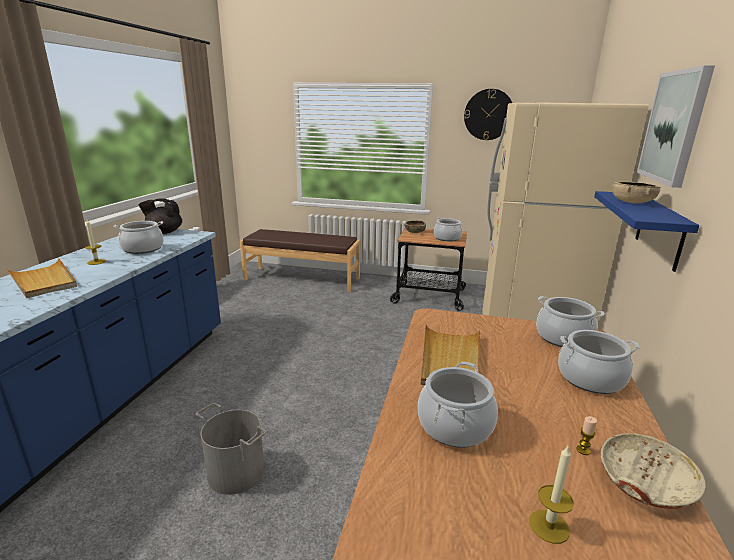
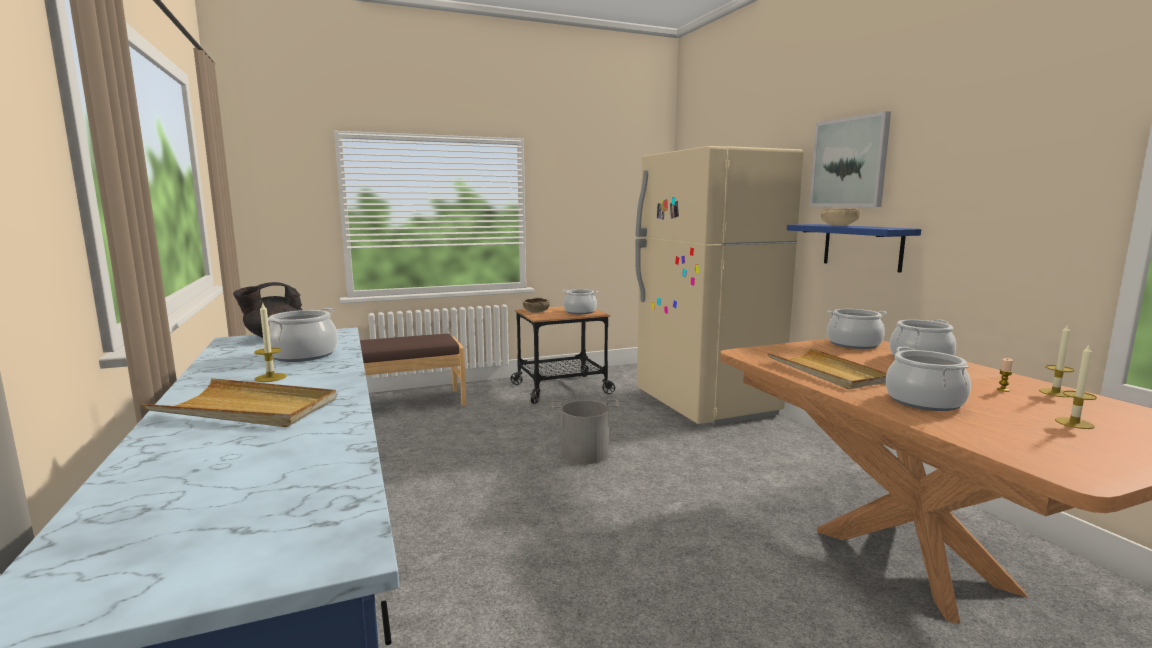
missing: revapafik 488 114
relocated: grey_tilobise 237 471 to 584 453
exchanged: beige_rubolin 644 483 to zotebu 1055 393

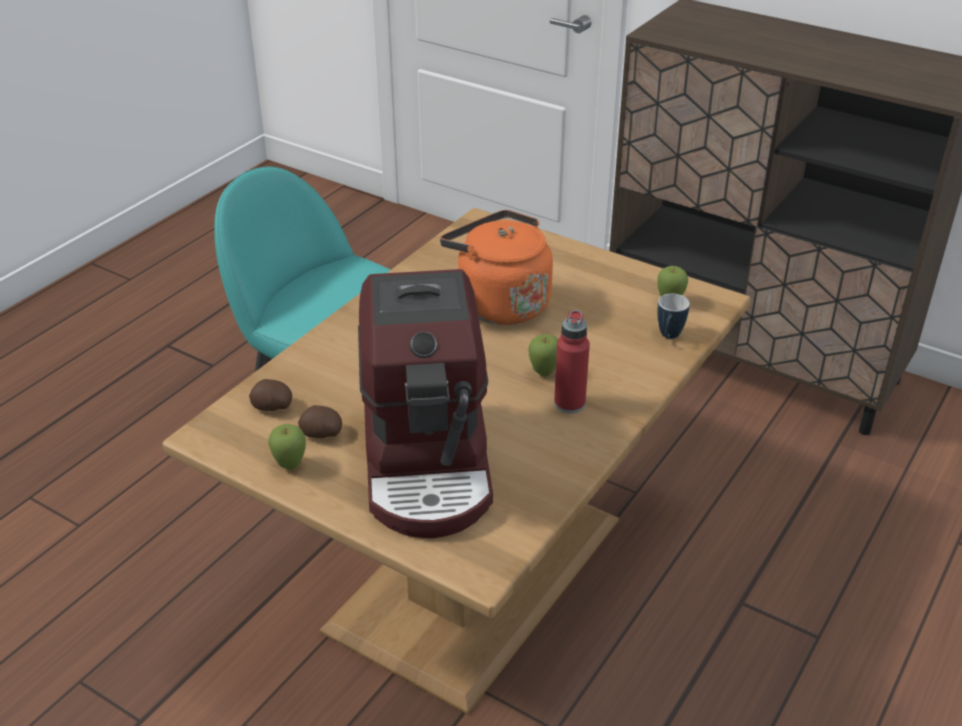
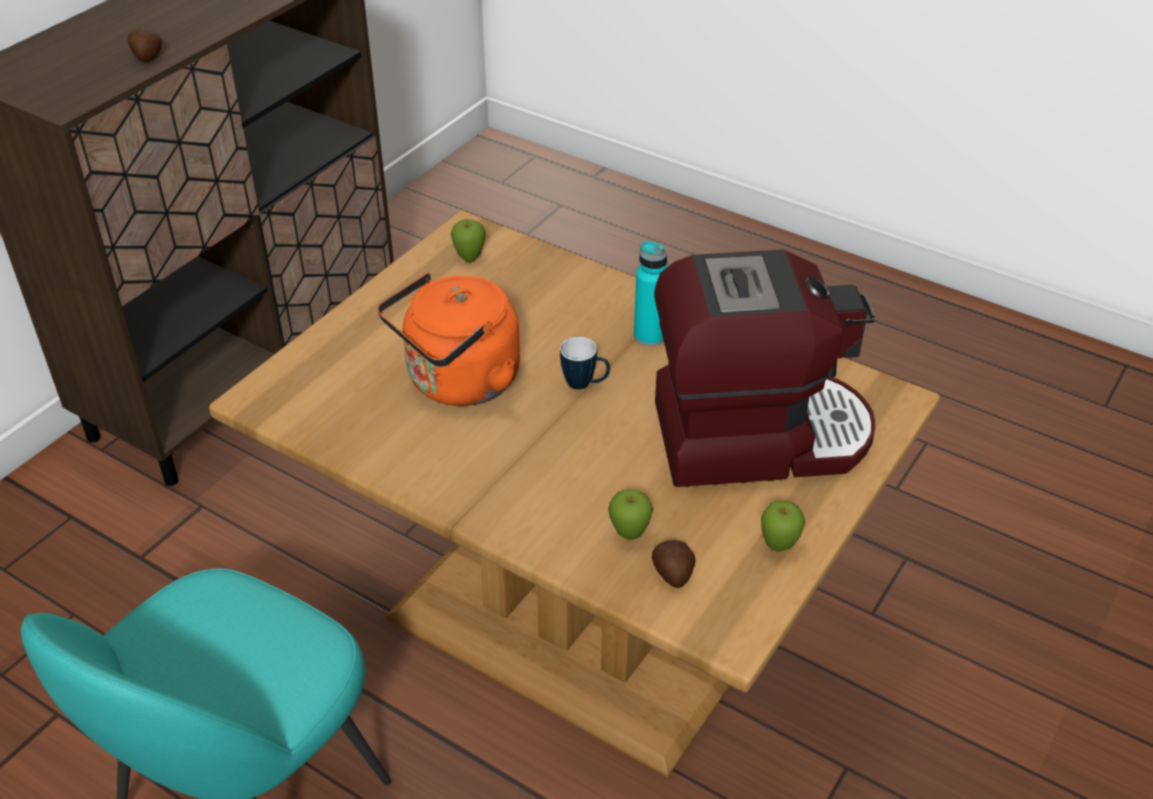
relocated: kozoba 321 434 to 147 58; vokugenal 668 337 to 585 385; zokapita 544 373 to 629 535
colour: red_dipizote 569 403 to turquoise_dipizote 650 336

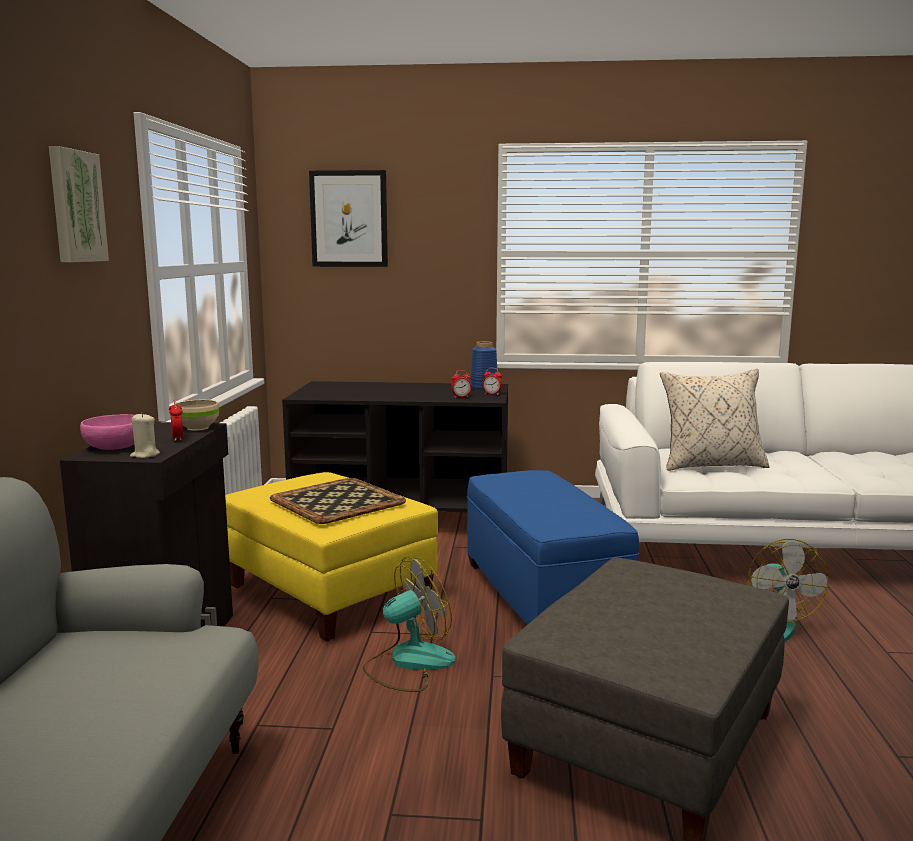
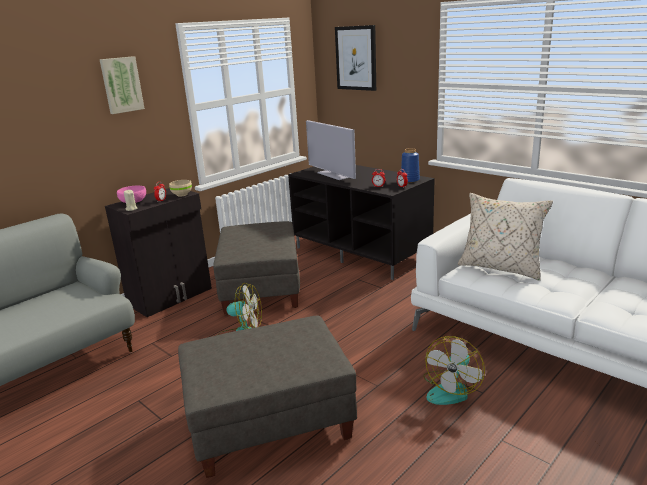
missing: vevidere 339 501; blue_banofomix 541 596
appeared: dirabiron 333 175
colour: yellow_banofomix 328 593 to grey_banofomix 261 289

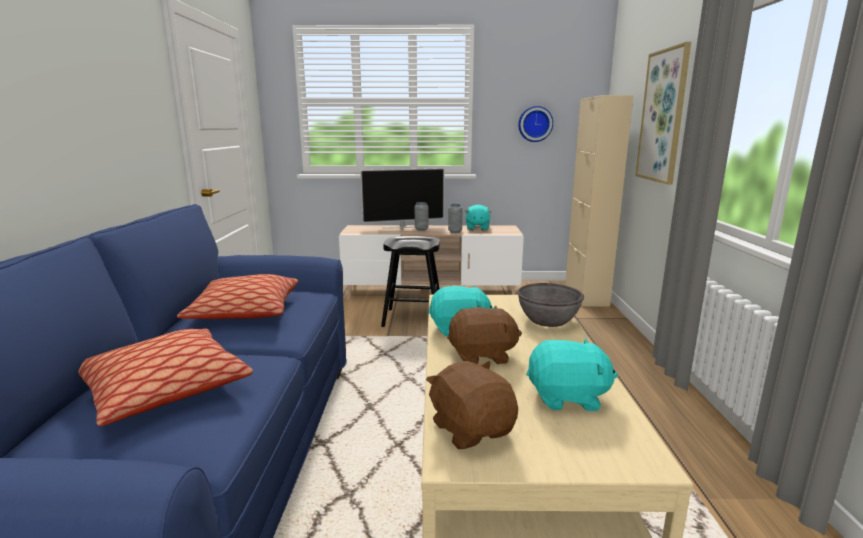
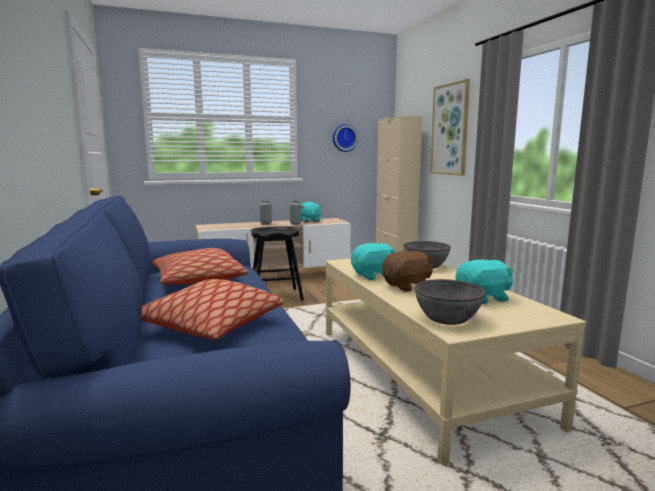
missing: dirabiron 403 227
exchanged: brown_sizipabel 472 429 to grey_rubolin 447 318

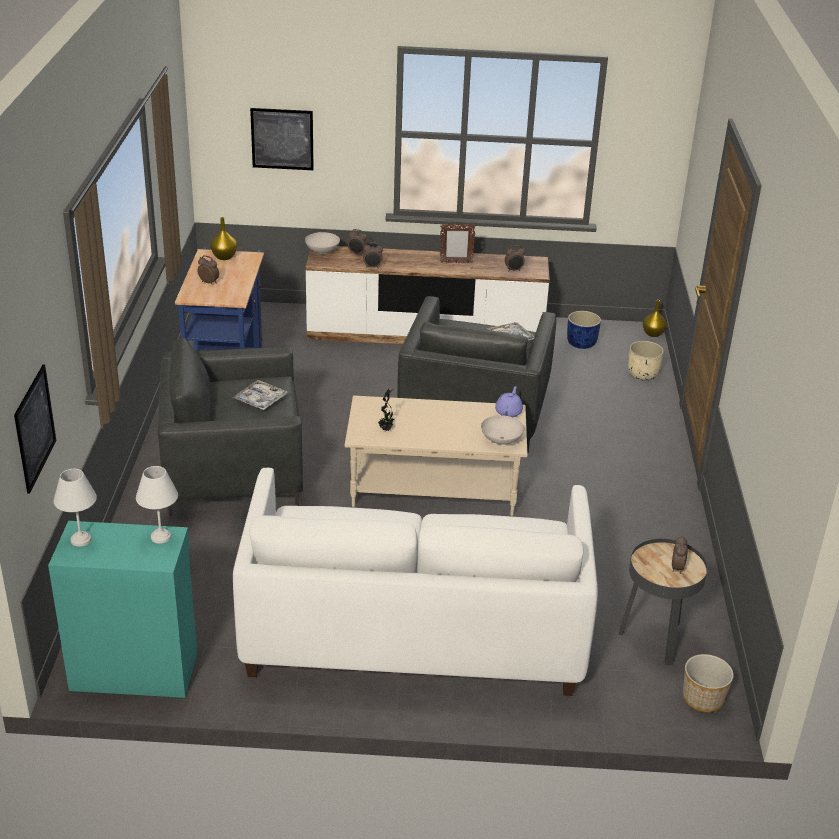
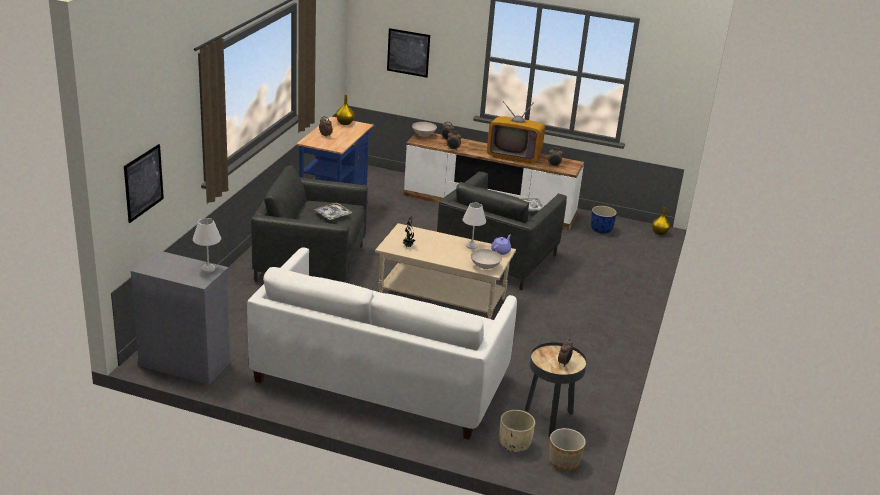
relocated: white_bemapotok 81 540 to 472 246; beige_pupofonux 642 374 to 514 444
exchanged: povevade 456 262 to dirabiron 514 155
colour: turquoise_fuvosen 133 670 to grey_fuvosen 185 363

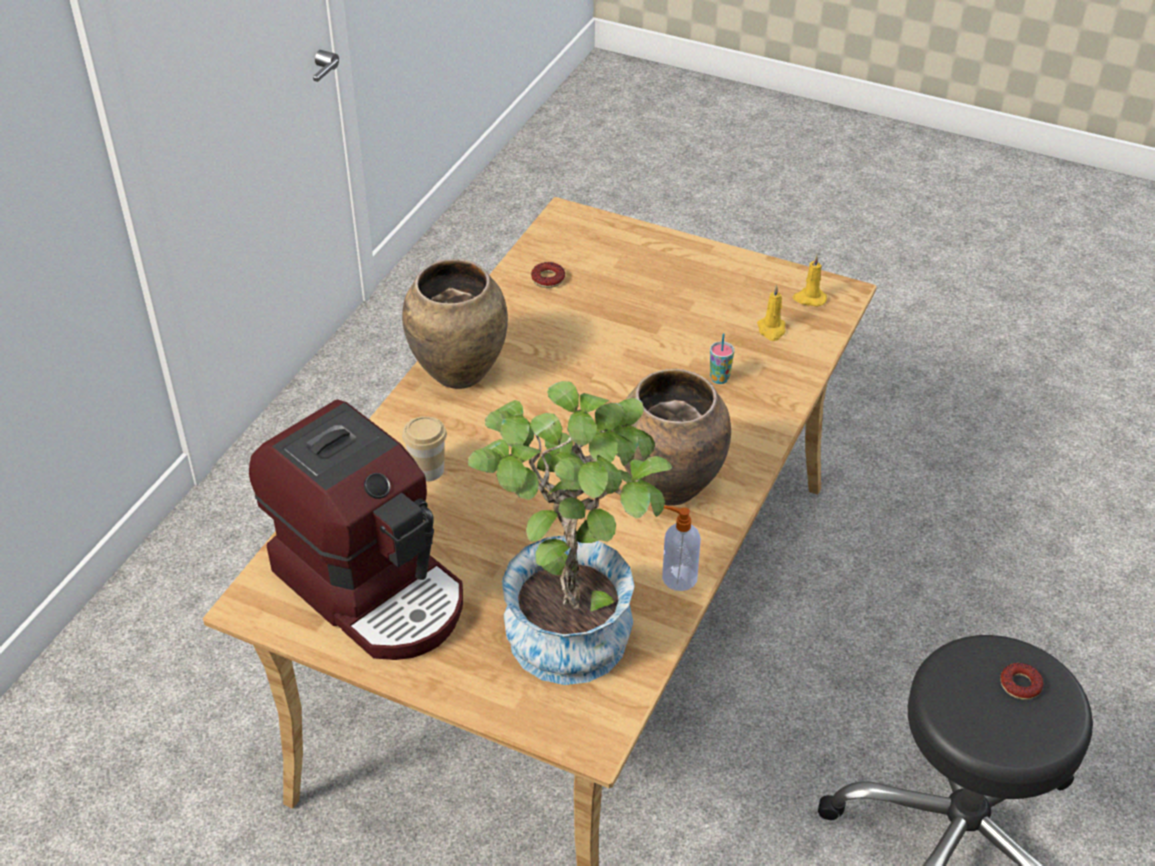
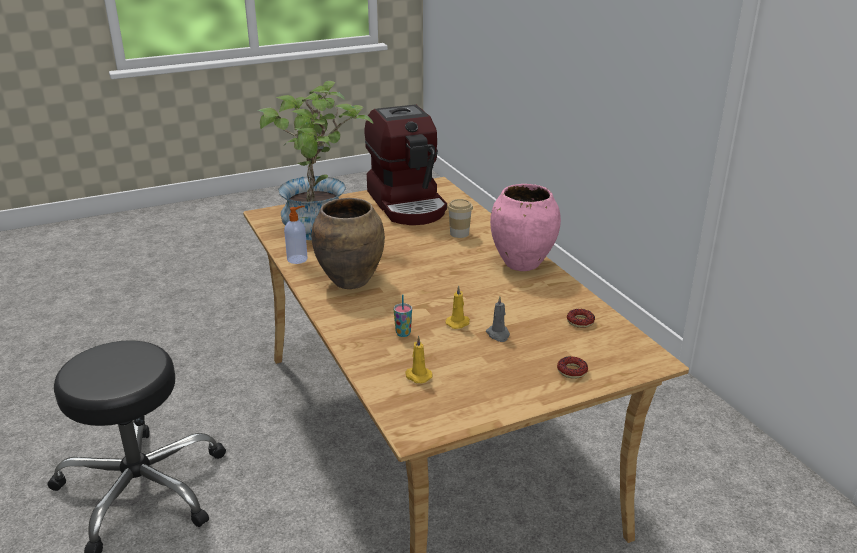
appeared: grey_zotebu 498 335
relocated: yellow_zotebu 809 298 to 458 323; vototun 1020 685 to 572 371
colour: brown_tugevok 459 373 to pink_tugevok 521 263
spun: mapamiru 373 586 = 408 203 105 degrees counterclockwise

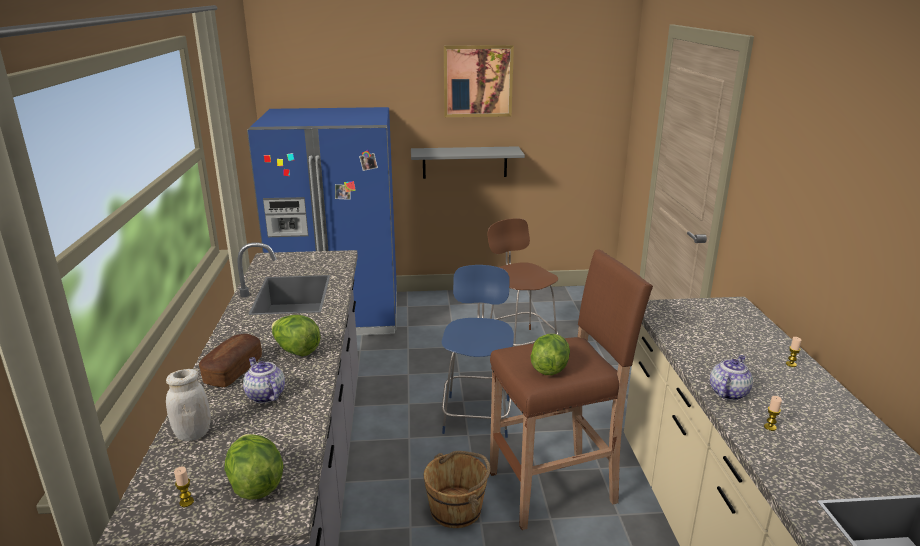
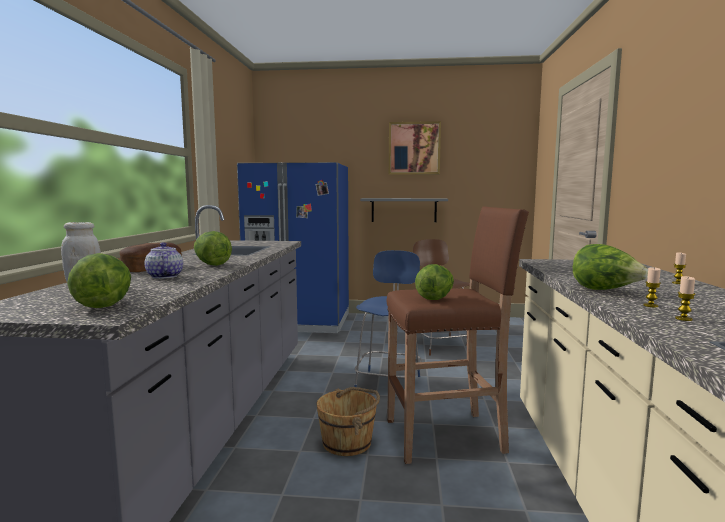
relocated: zotebu 186 502 to 683 319
exchanged: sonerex 728 392 to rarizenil 605 290

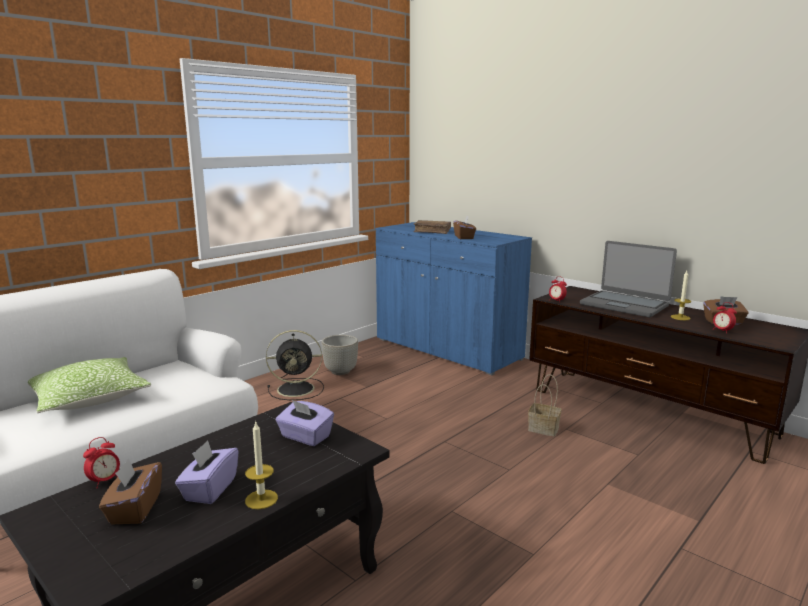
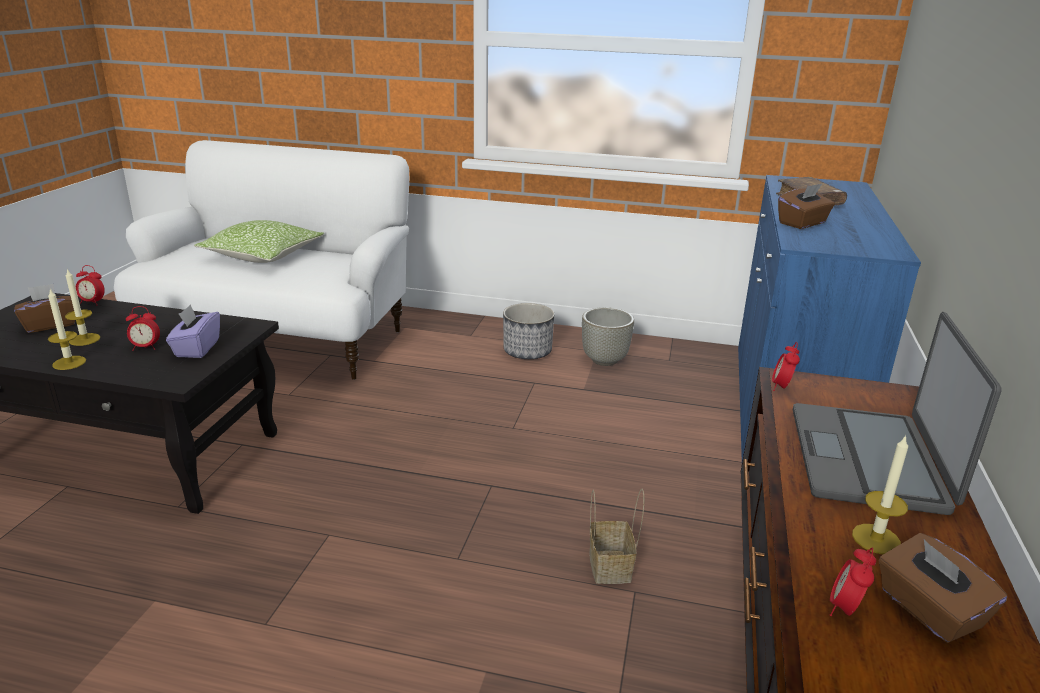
appeared: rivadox 145 347
exchanged: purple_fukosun 209 489 to zotebu 84 339; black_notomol 297 389 to pupofonux 527 352

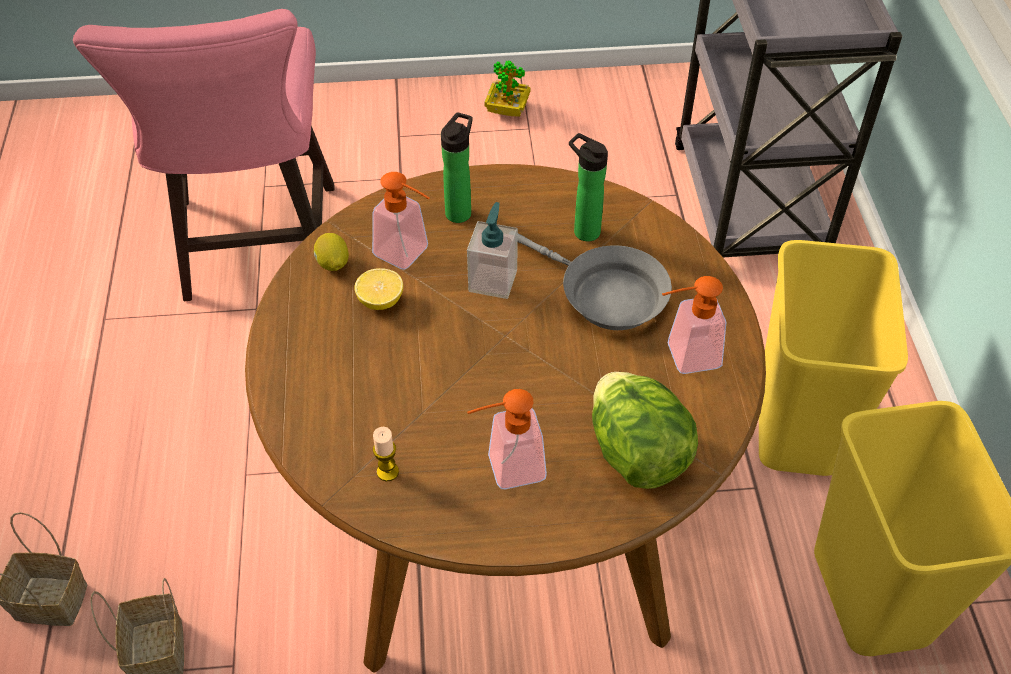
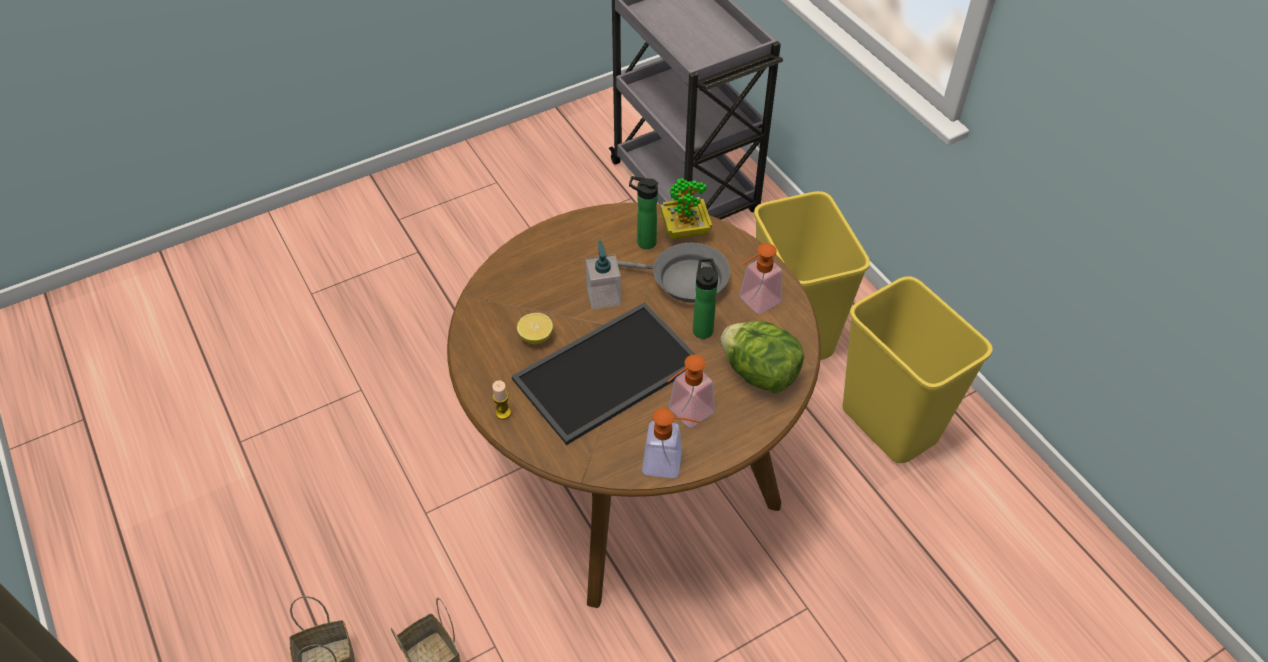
missing: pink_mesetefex 258 252; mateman 333 264
appeared: vevidere 607 374
relocated: zotebu 387 472 to 503 413; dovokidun 408 255 to 670 464; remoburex 507 110 to 685 230; dipizote 460 211 to 702 328

